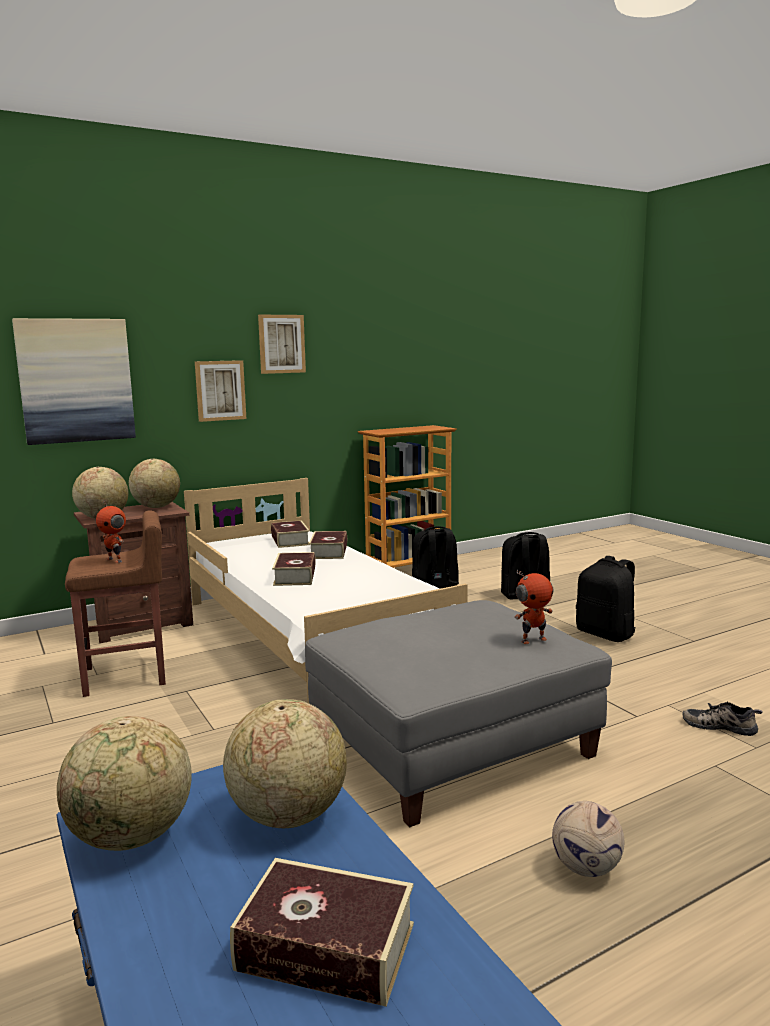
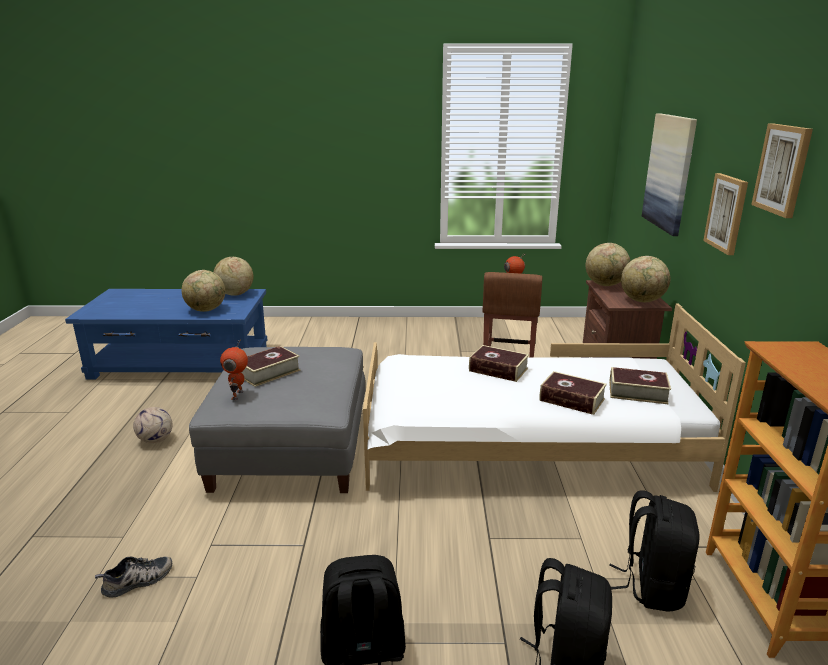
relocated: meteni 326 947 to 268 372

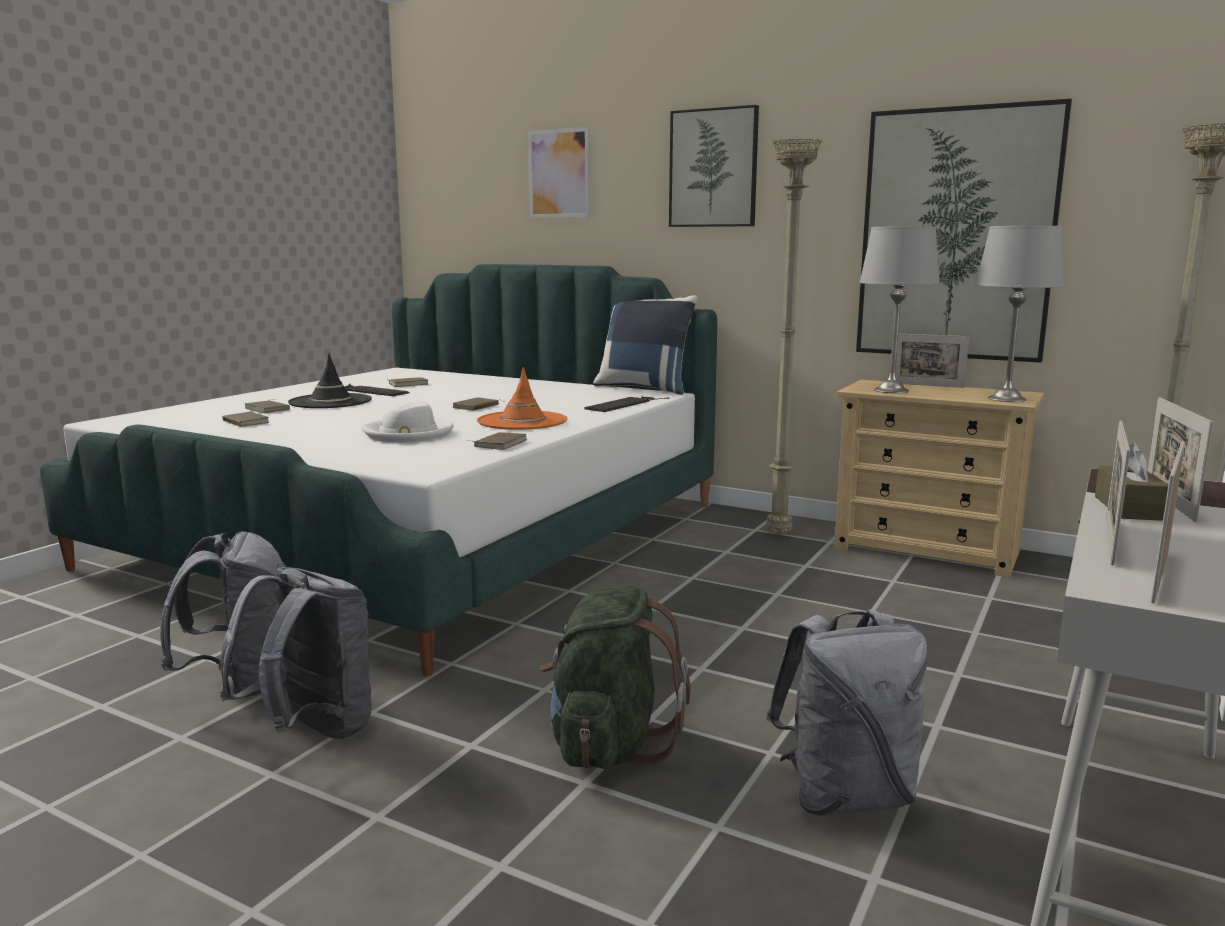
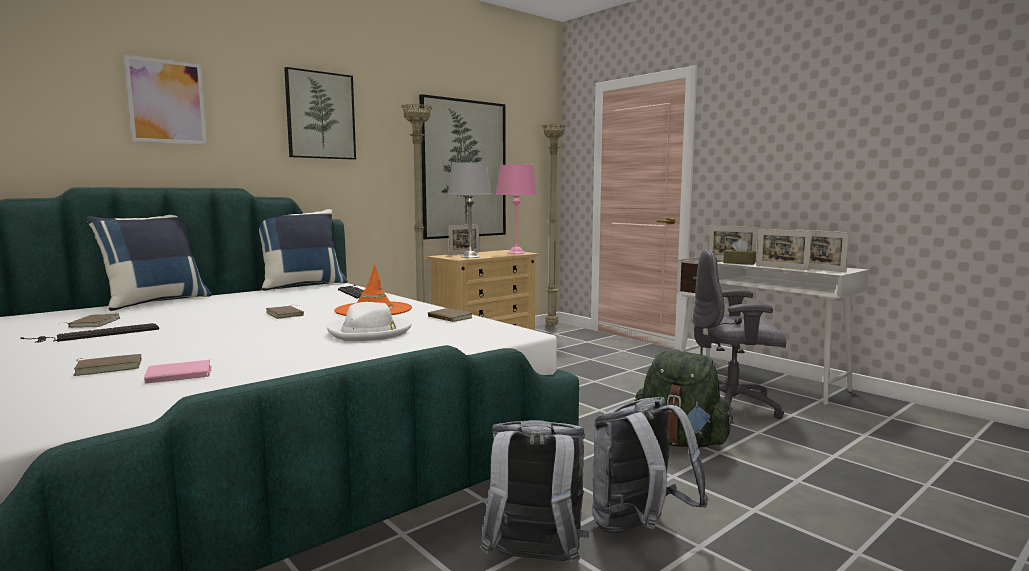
missing: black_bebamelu 330 402
appeared: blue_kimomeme 155 302
exchanged: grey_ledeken 845 796 to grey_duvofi 732 407
colour: brown_meteni 244 422 to pink_meteni 179 376; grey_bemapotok 1007 399 to pink_bemapotok 516 252

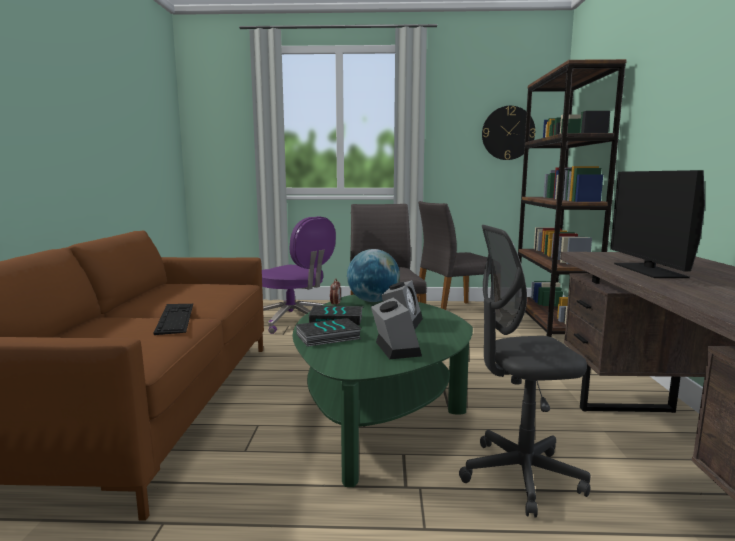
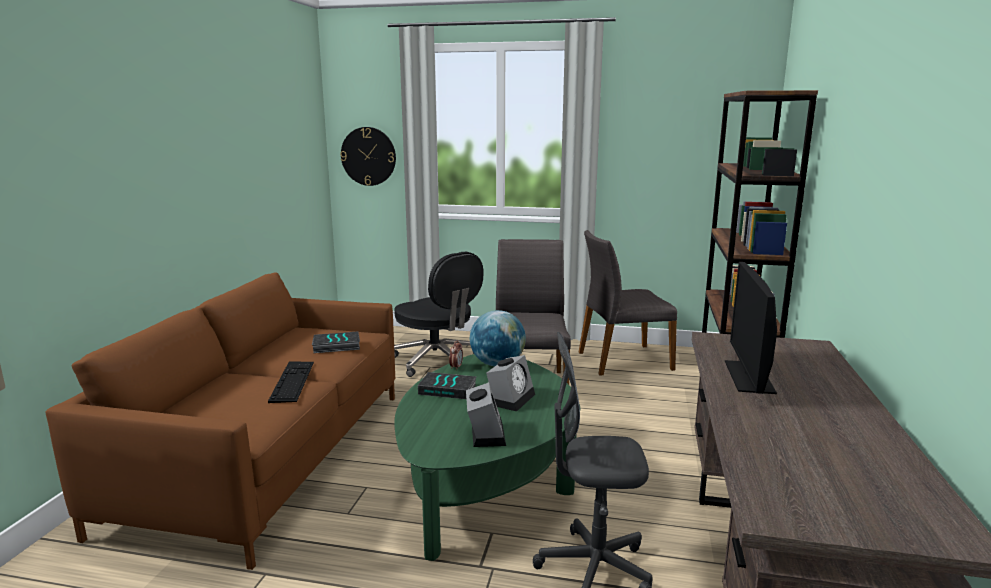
relocated: meteni 328 337 to 336 346; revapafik 508 133 to 368 156
colour: purple_duvofi 293 321 to black_duvofi 437 361

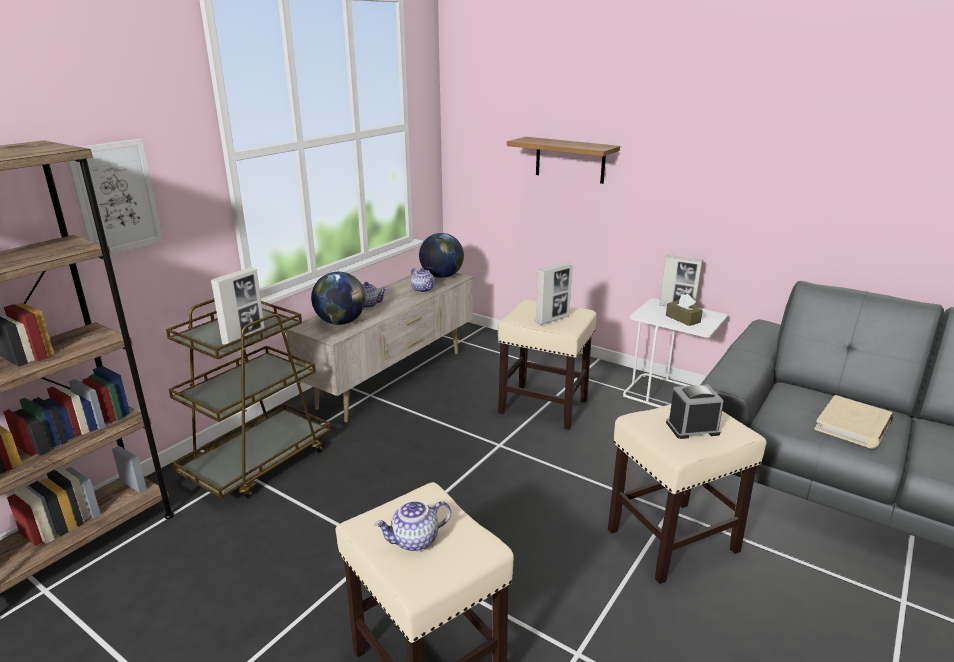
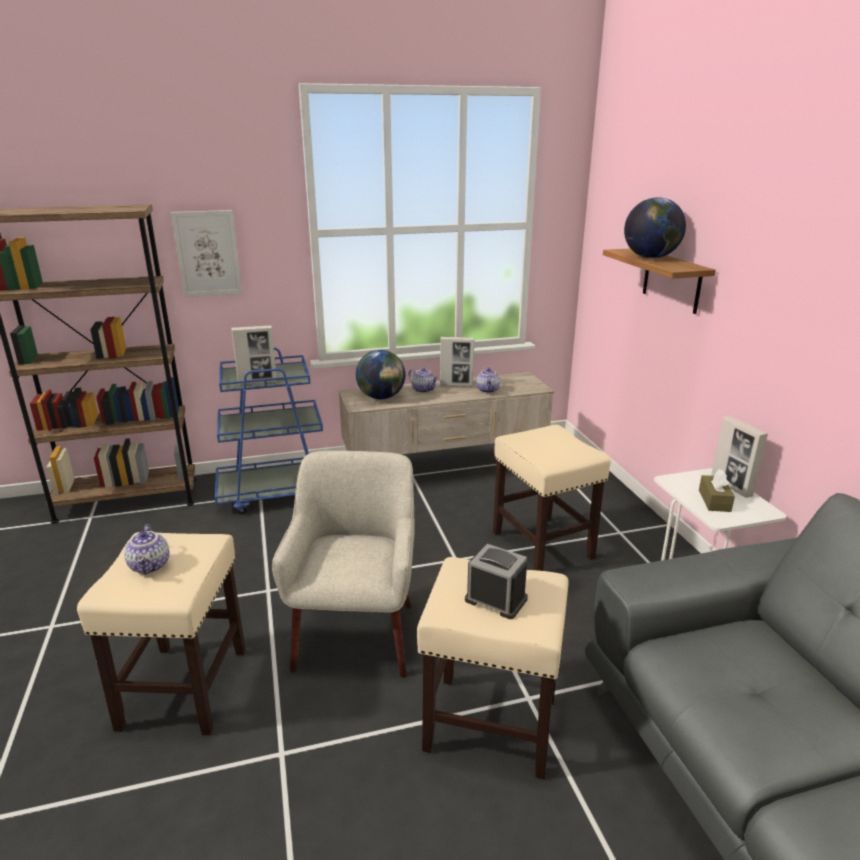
missing: beige_meteni 853 425
appeared: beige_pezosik 357 634
relocated: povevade 552 319 to 456 385; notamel 442 276 to 650 257
colour: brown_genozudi 259 462 to blue_genozudi 278 492
spun: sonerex 415 541 = 151 566 120 degrees counterclockwise

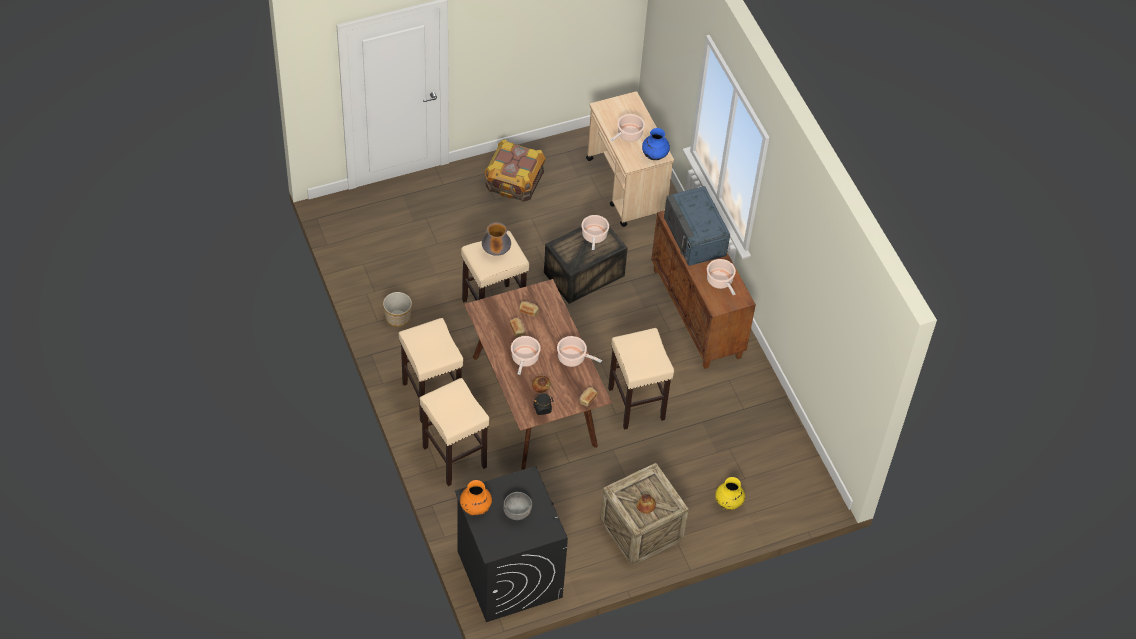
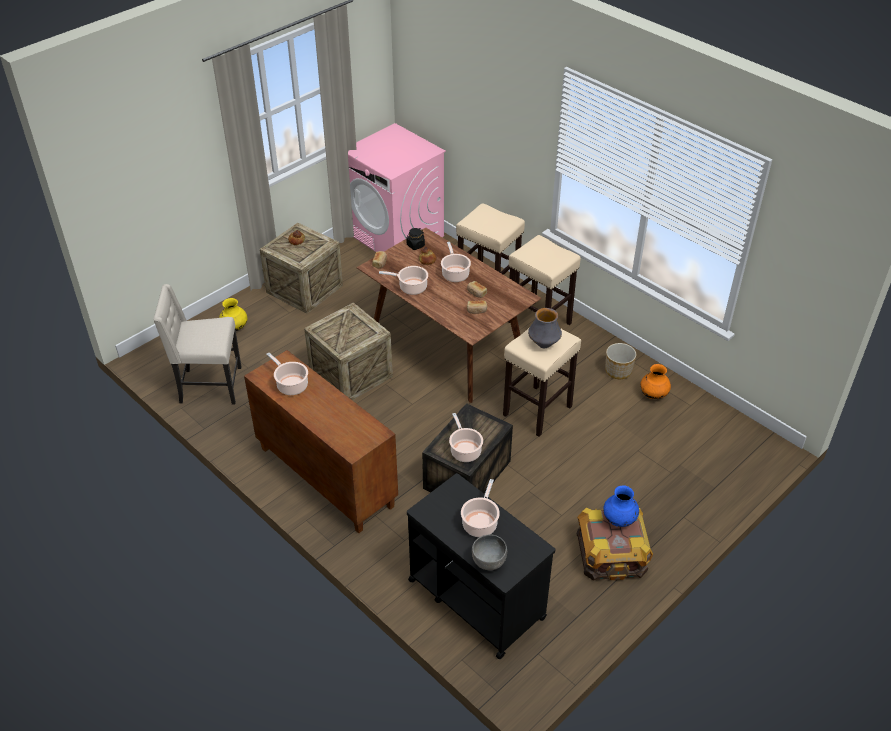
missing: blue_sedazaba 695 236
appeared: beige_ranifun 209 386
relocated: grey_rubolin 517 512 to 488 562; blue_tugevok 654 155 to 619 520; orange_tugevok 475 508 to 653 395
exchanged: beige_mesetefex 637 404 to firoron 351 374
colour: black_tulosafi 509 573 to pink_tulosafi 396 235; beige_genozudi 626 187 to black_genozudi 475 598

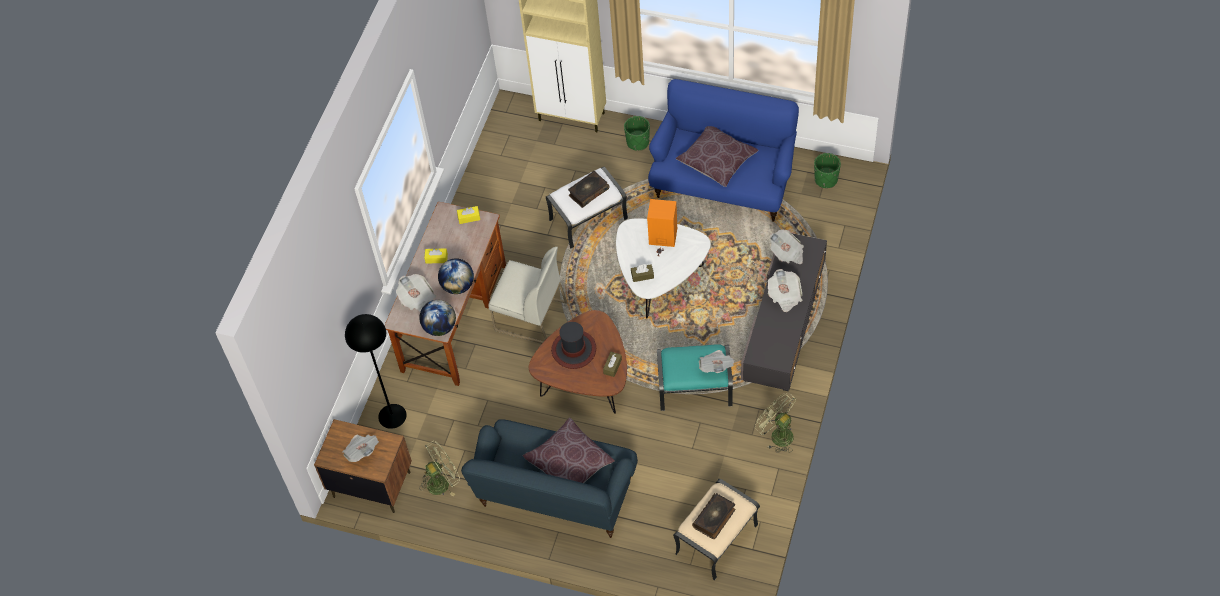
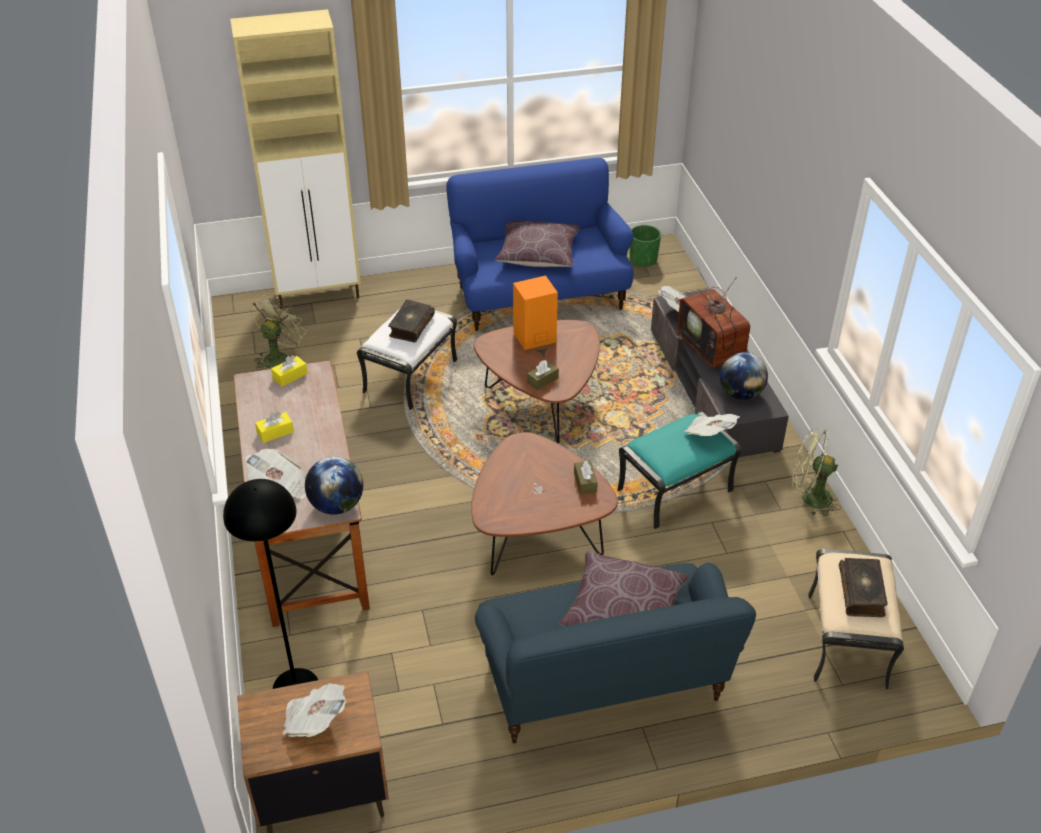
missing: white_ranifun 530 317; bebamelu 574 350; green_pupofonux 638 142
relocated: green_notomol 442 481 to 279 357; notamel 458 286 to 740 394
exchanged: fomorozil 784 296 to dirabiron 713 349
colour: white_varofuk 659 280 to brown_varofuk 542 402

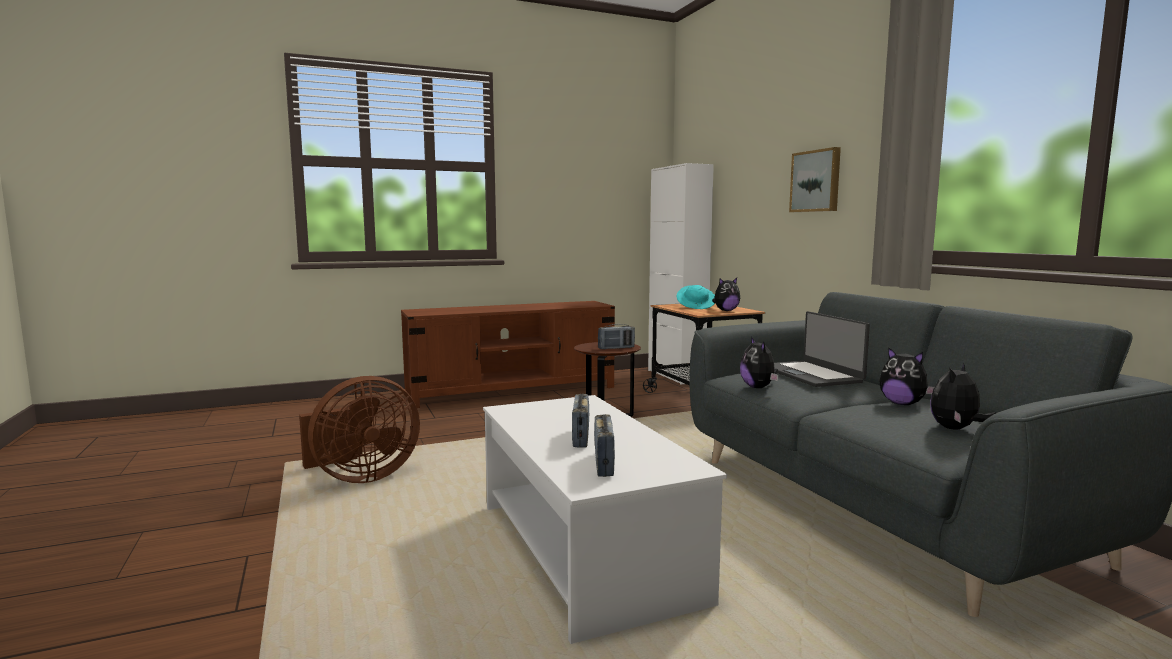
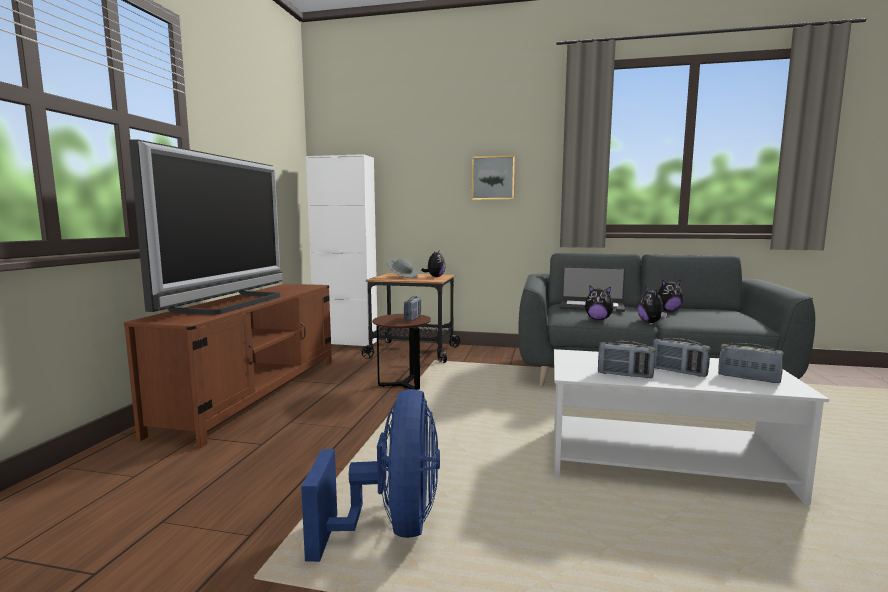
appeared: dirabiron 233 303; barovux 624 375
relocated: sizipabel 956 429 to 651 322
colour: brown_notomol 360 477 to blue_notomol 392 527; turquoise_bebamelu 696 307 to grey_bebamelu 403 277

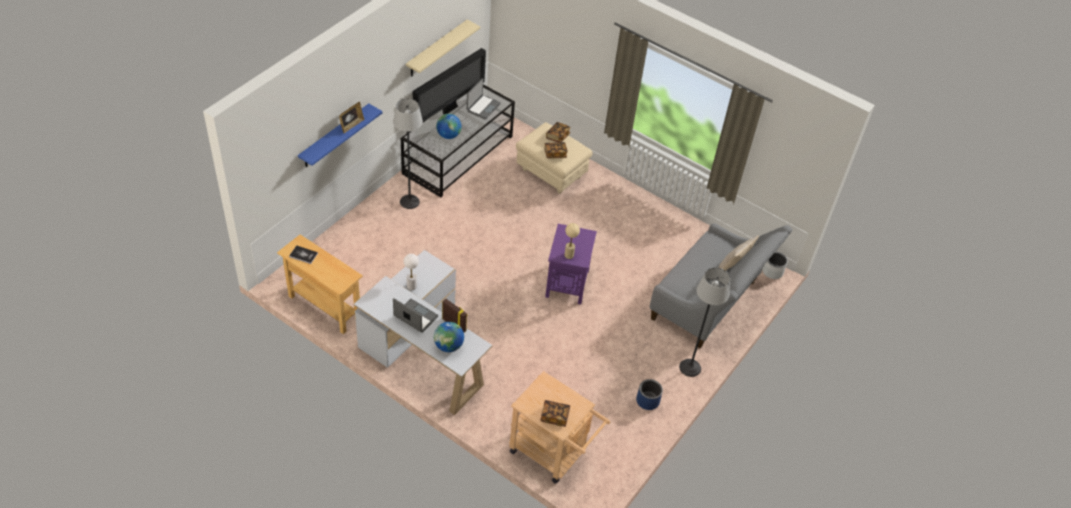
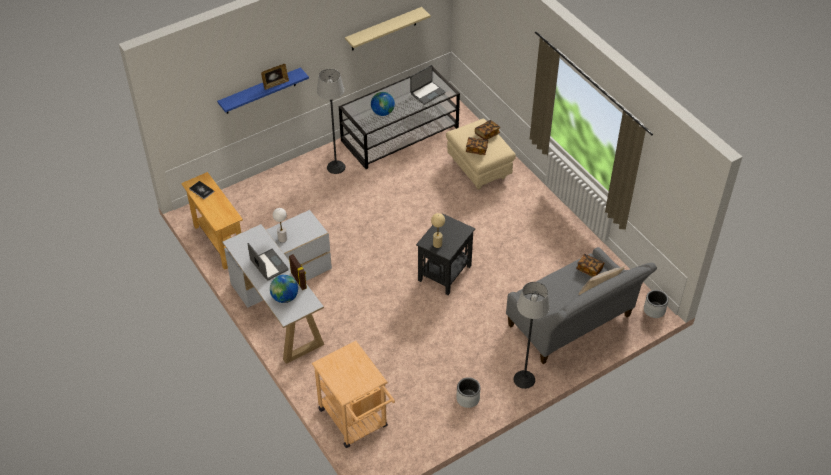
missing: dirabiron 449 109
relocated: meteni 554 416 to 589 269
colour: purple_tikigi 567 283 to black_tikigi 444 273; blue_pupofonux 648 400 to grey_pupofonux 468 398

